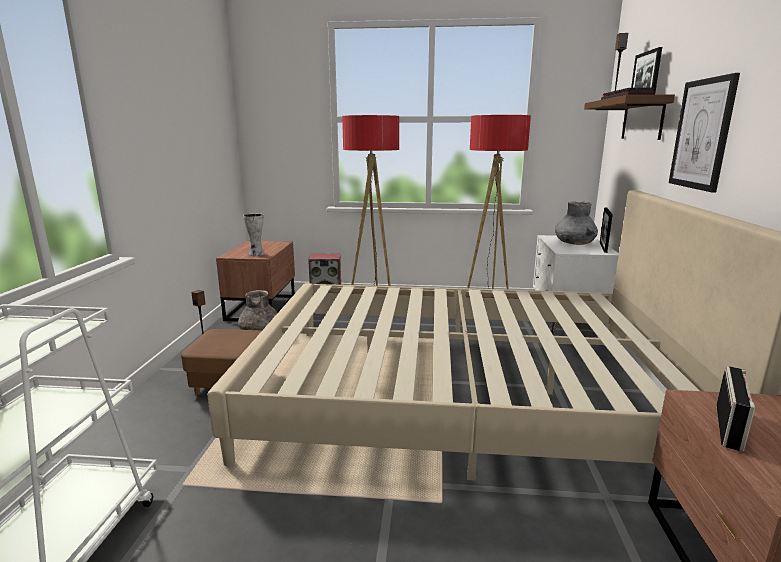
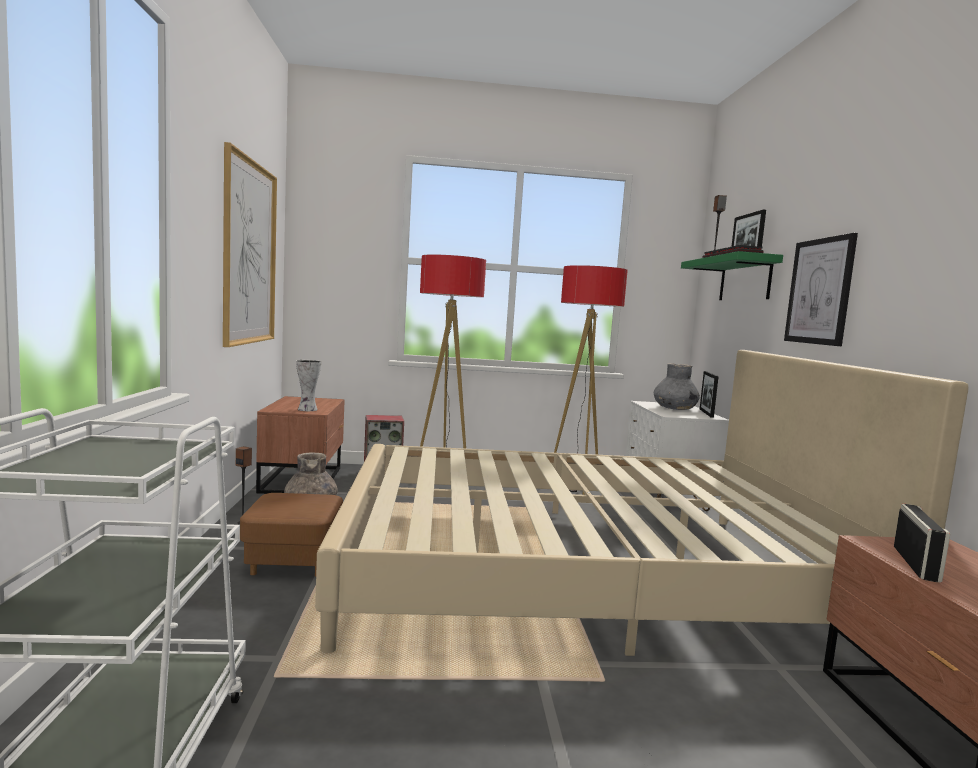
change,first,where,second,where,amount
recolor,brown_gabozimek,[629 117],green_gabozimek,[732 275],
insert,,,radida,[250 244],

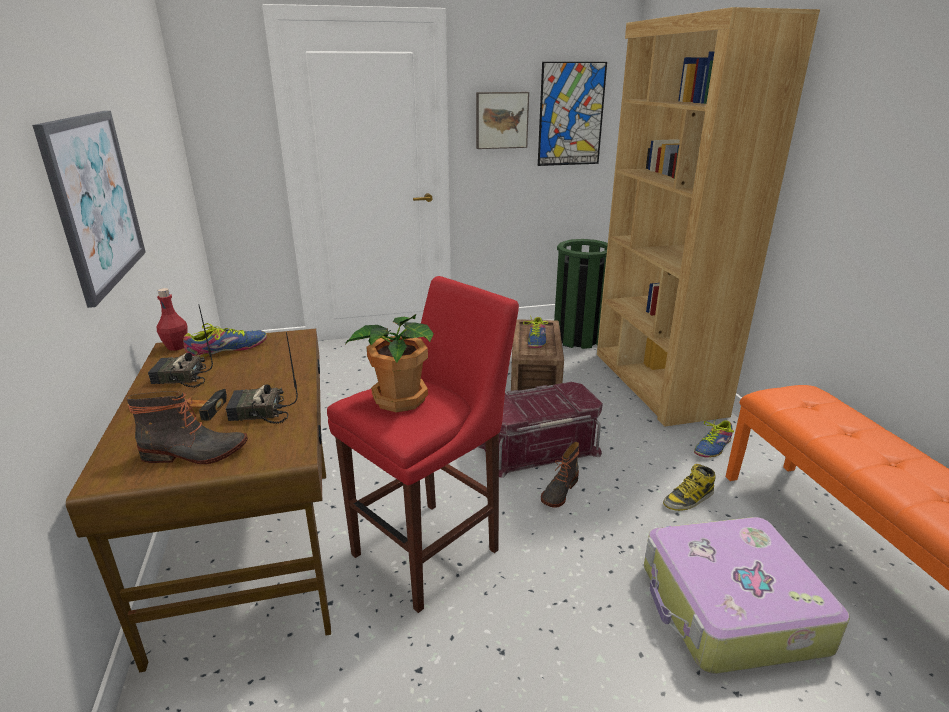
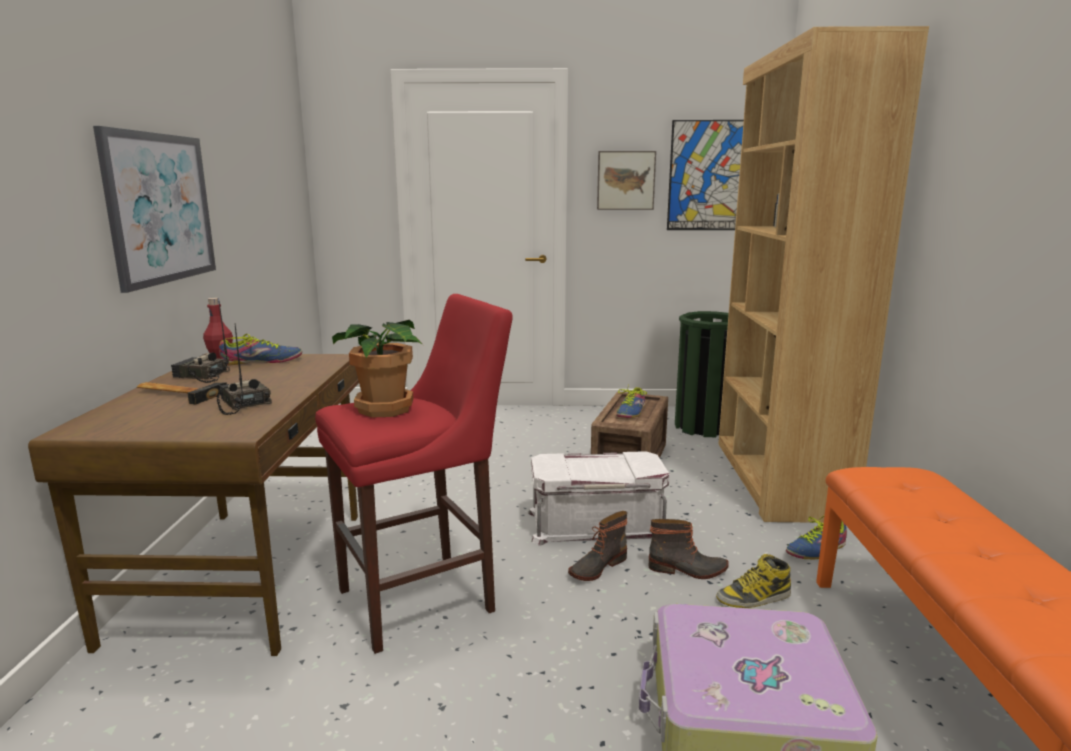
change,first,where,second,where,amount
rotate,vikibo,[262 378],,[244 370],45 degrees clockwise
recolor,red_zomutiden,[540 430],white_zomutiden,[599 498],
move,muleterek,[187 427],,[689 549],

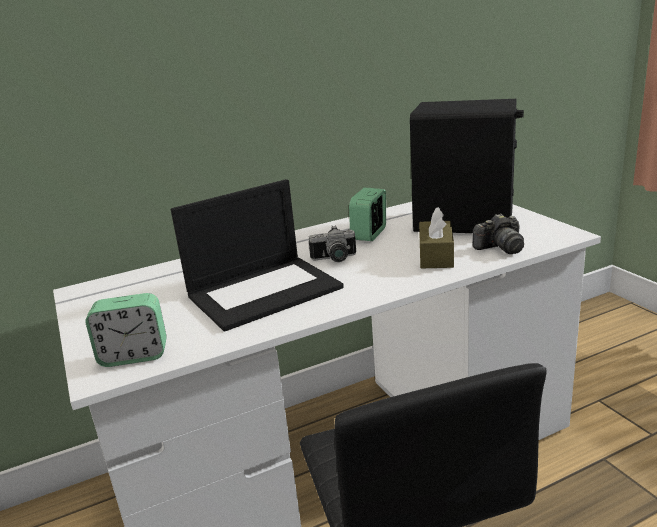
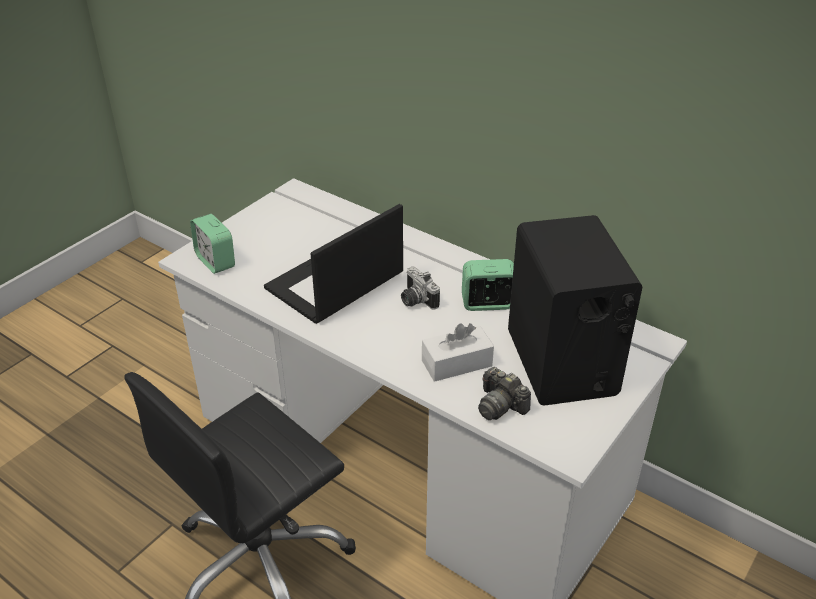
change,first,where,second,where,amount
rotate,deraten,[257 255],,[333 264],105 degrees clockwise
recolor,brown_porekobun,[436 238],white_porekobun,[458 352],

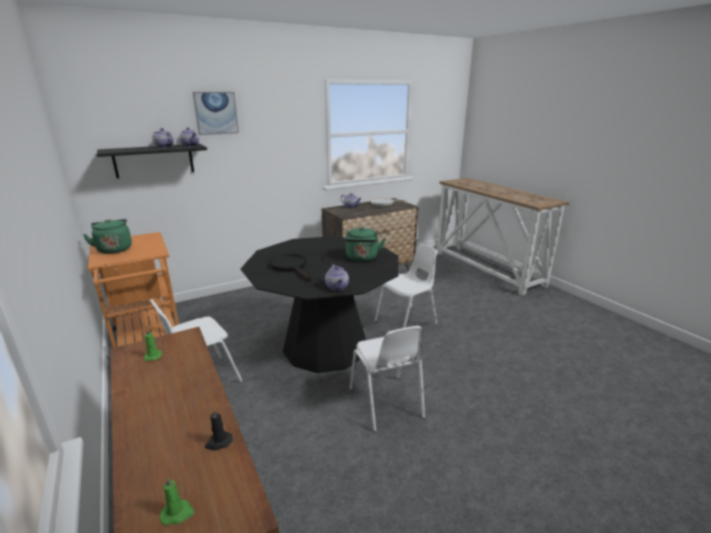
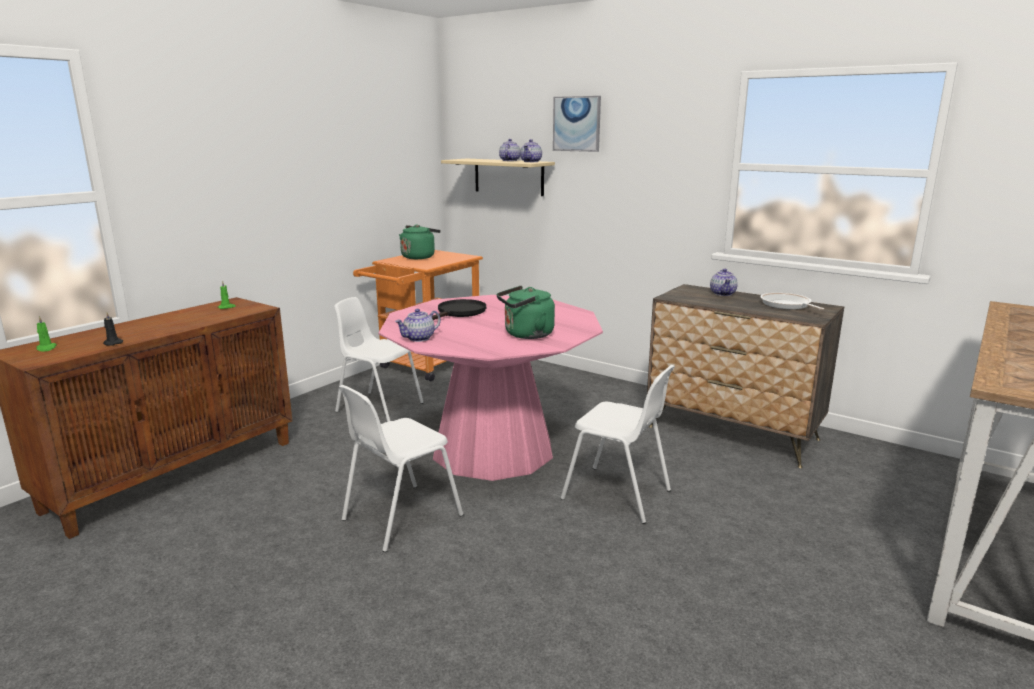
change,first,where,second,where,amount
recolor,black_gabozimek,[152 161],beige_gabozimek,[498 177],
recolor,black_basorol,[319 304],pink_basorol,[491 388],

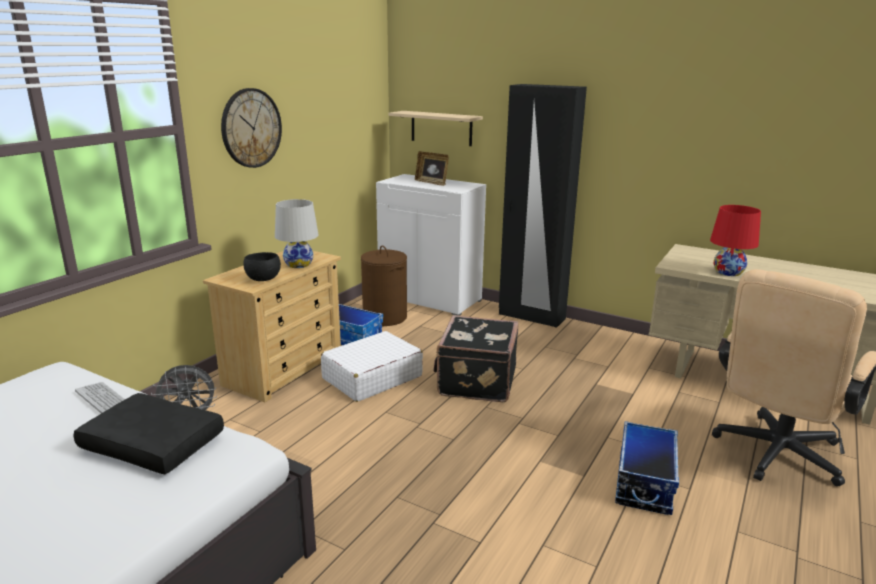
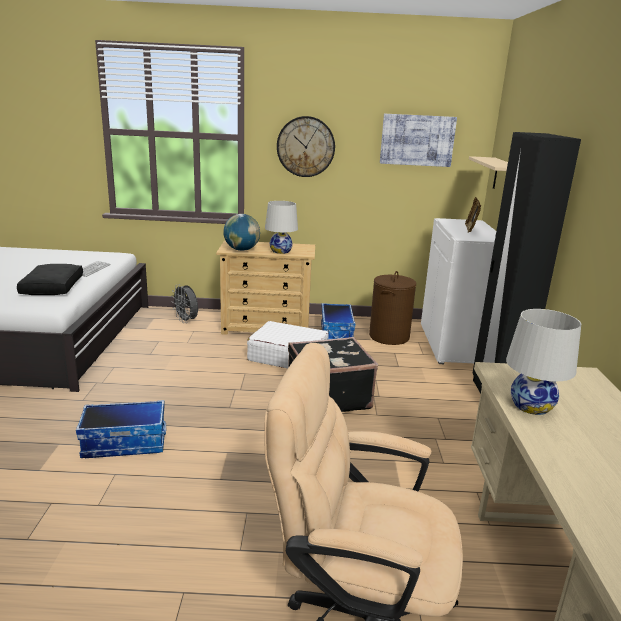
change,first,where,second,where,amount
recolor,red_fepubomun,[735 240],white_fepubomun,[543 362],
replace,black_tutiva,[262 266],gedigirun,[241 232],
move,zomutiden,[647 468],,[121 429],
insert,,,radida,[418 140],

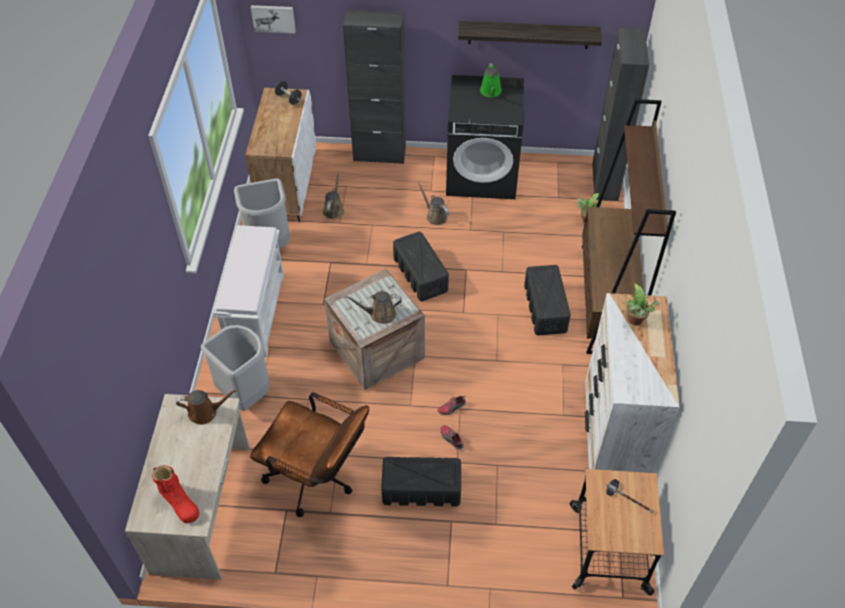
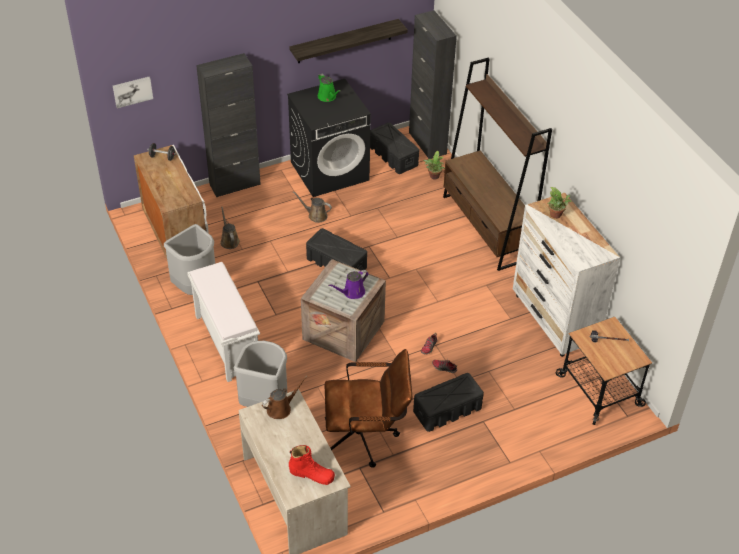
change,first,where,second,where,amount
move,black_zomutiden,[547 300],,[394 148],
recolor,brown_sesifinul,[373 307],purple_sesifinul,[348 284],

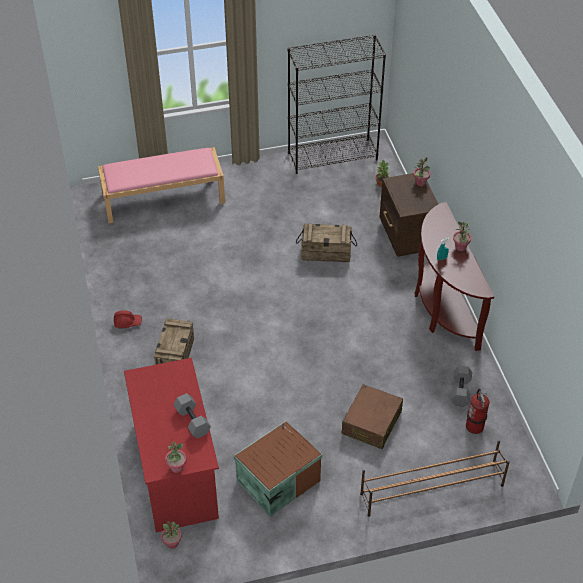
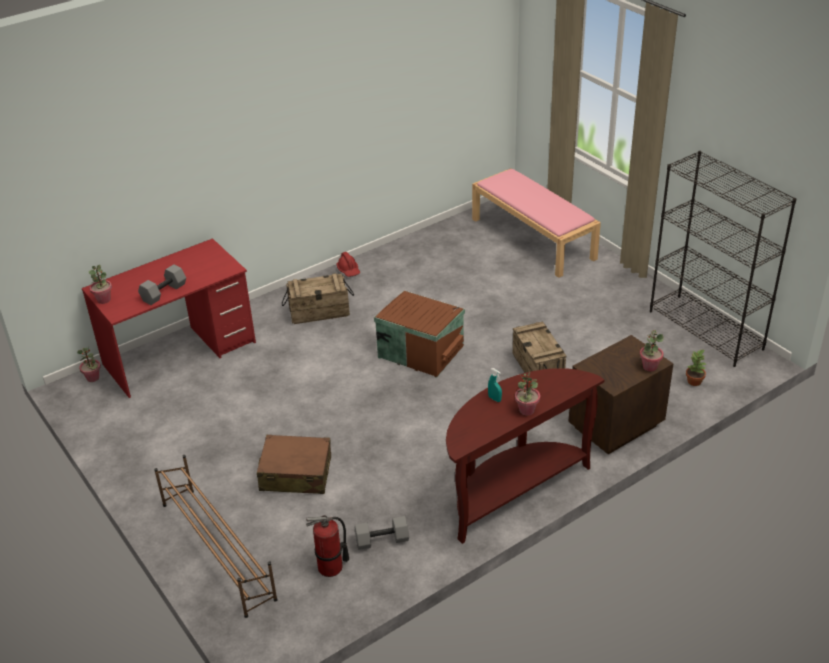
change,first,where,second,where,amount
move,brown_zomutiden,[278 469],,[419 334],

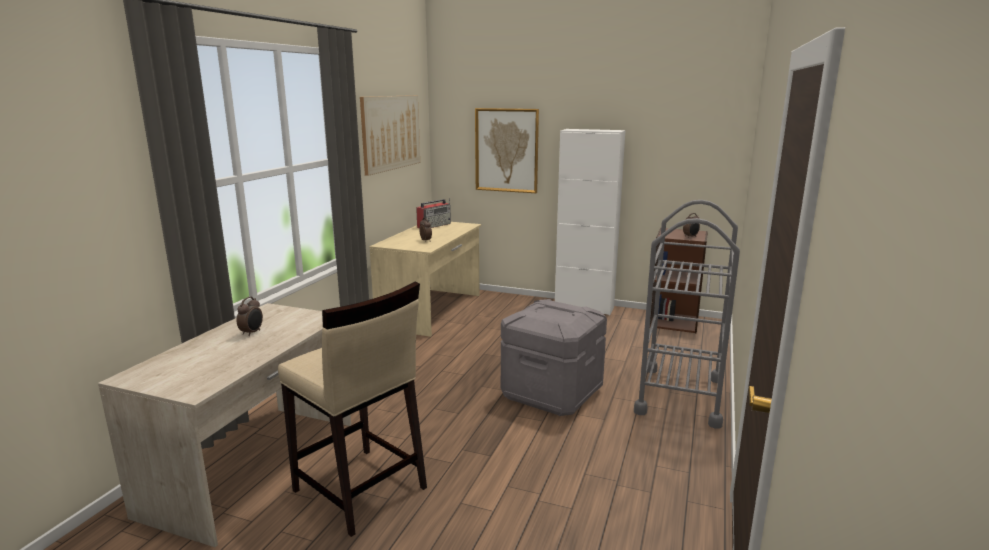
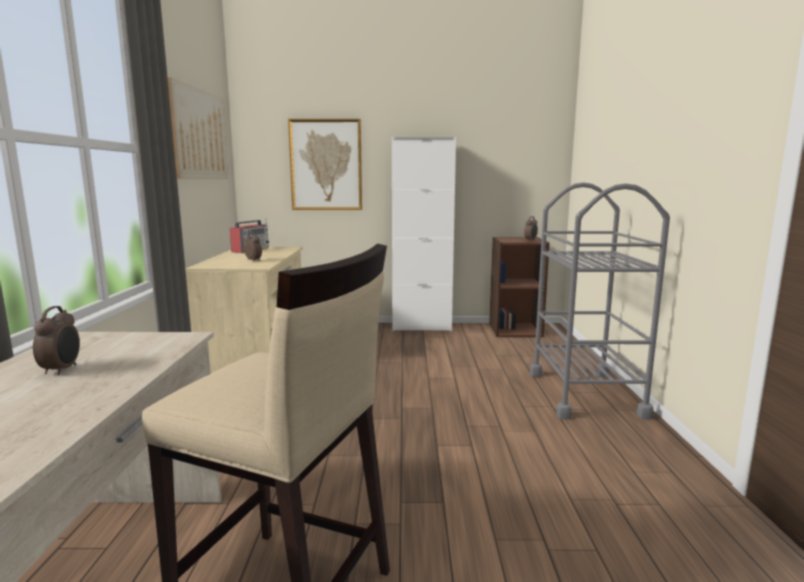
change,first,where,second,where,amount
delete,grey_zomutiden,[554 357],,,

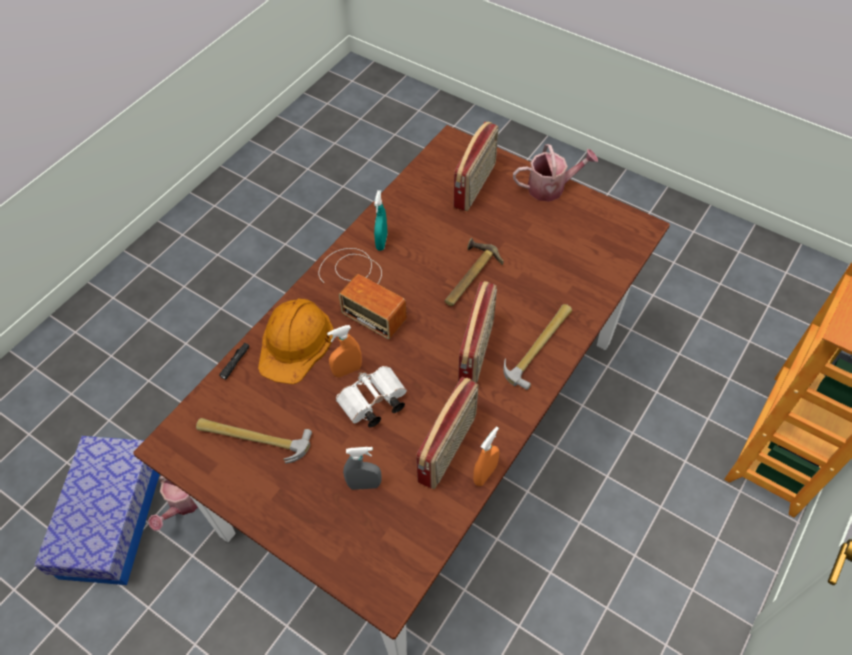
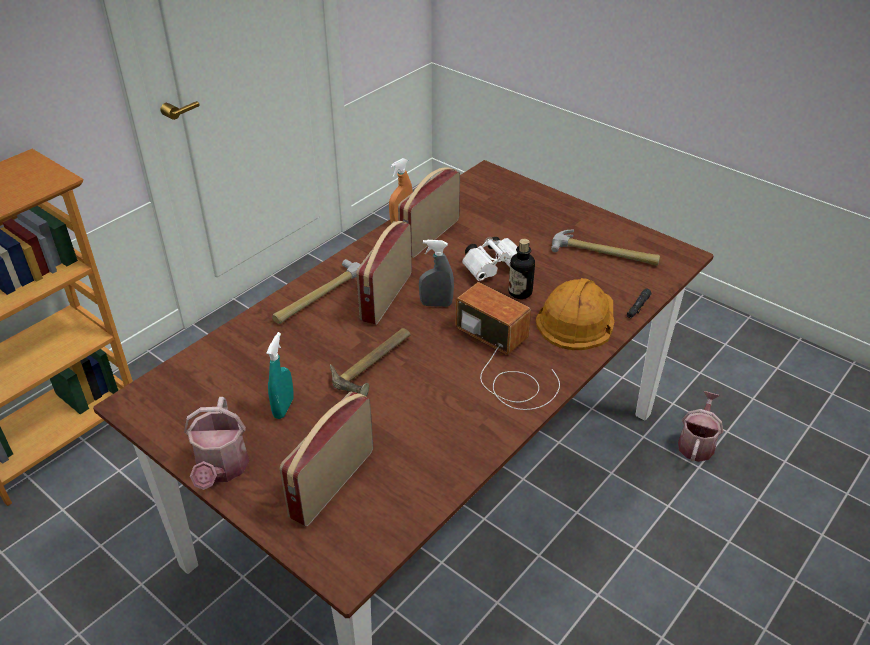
change,first,where,second,where,amount
rotate,sesifinul,[555 173],,[217 443],90 degrees counterclockwise
move,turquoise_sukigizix,[380 220],,[280 375],
replace,orange_sukigizix,[344 351],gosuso,[522 269],
delete,zomutiden,[97 510],,,
move,grey_sukigizix,[362 468],,[436 273],

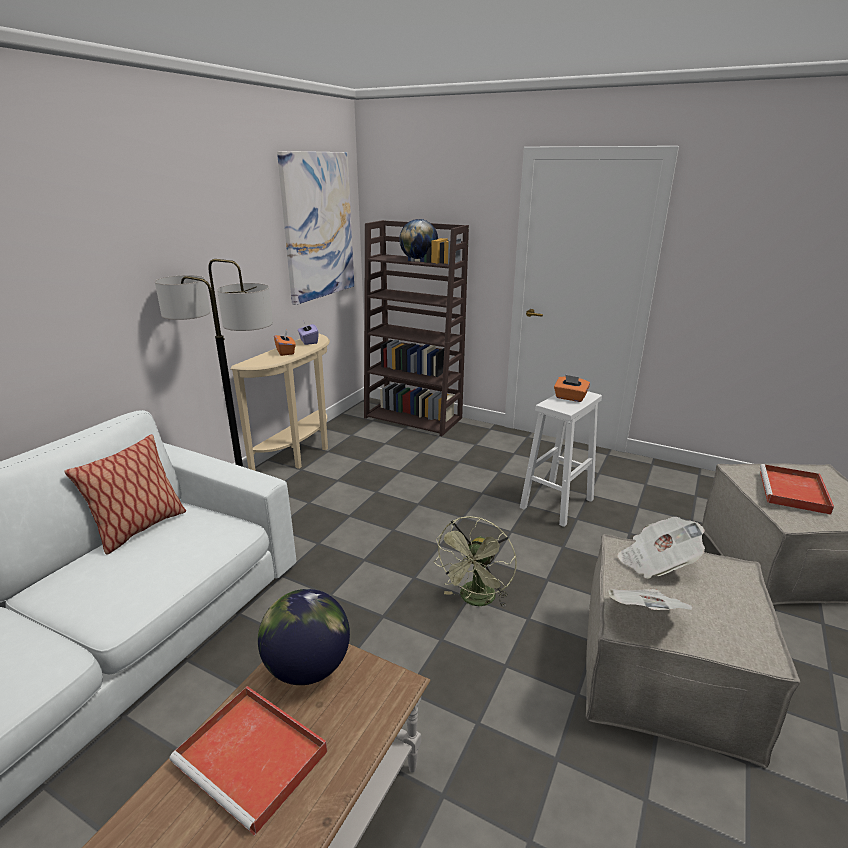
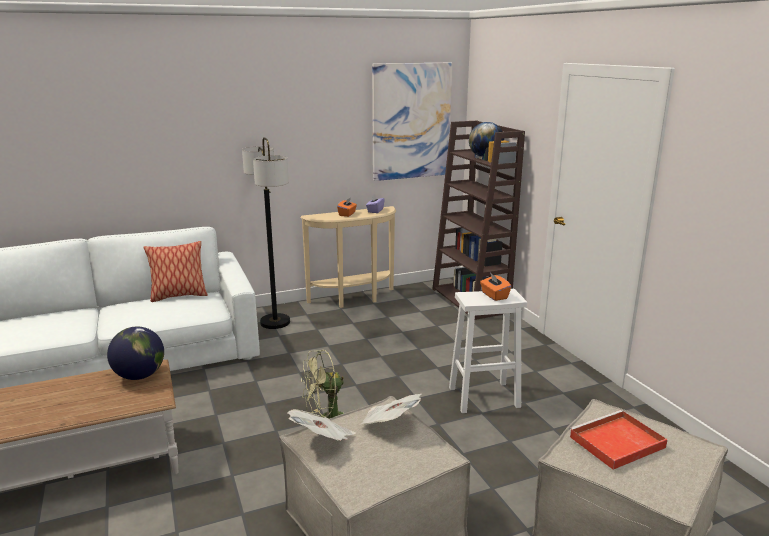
change,first,where,second,where,amount
delete,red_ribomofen,[248 761],,,

